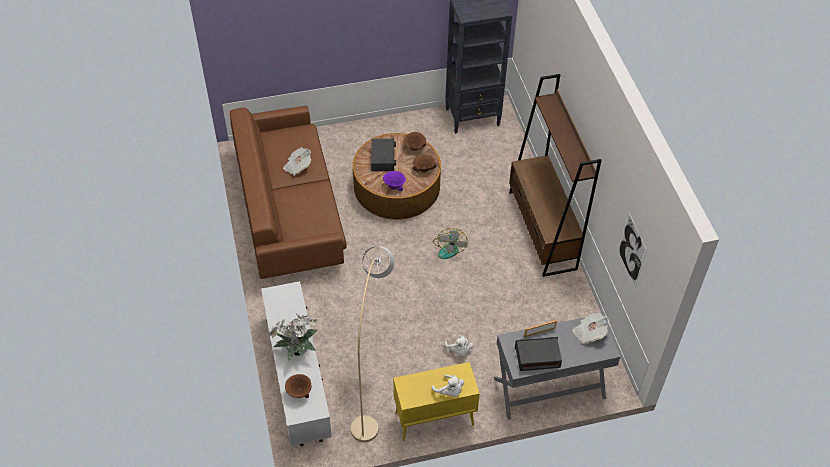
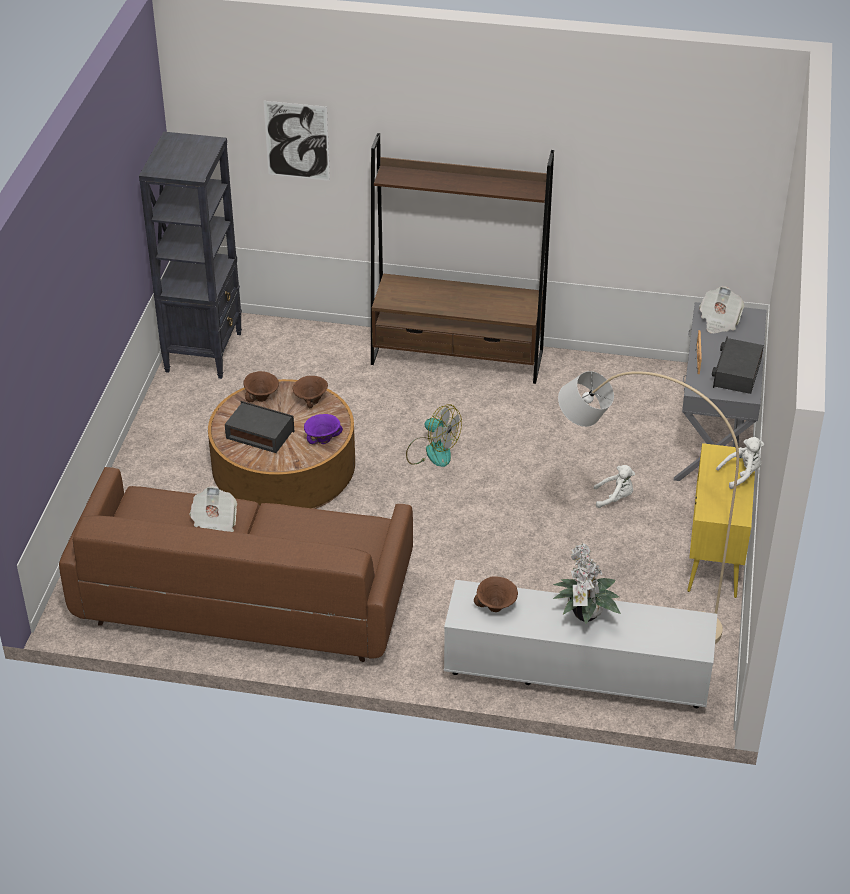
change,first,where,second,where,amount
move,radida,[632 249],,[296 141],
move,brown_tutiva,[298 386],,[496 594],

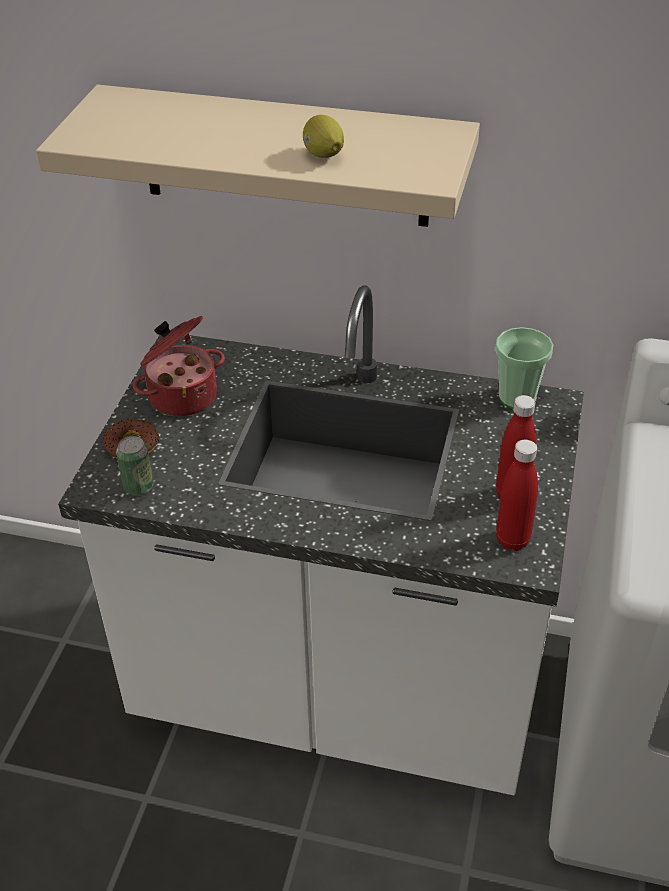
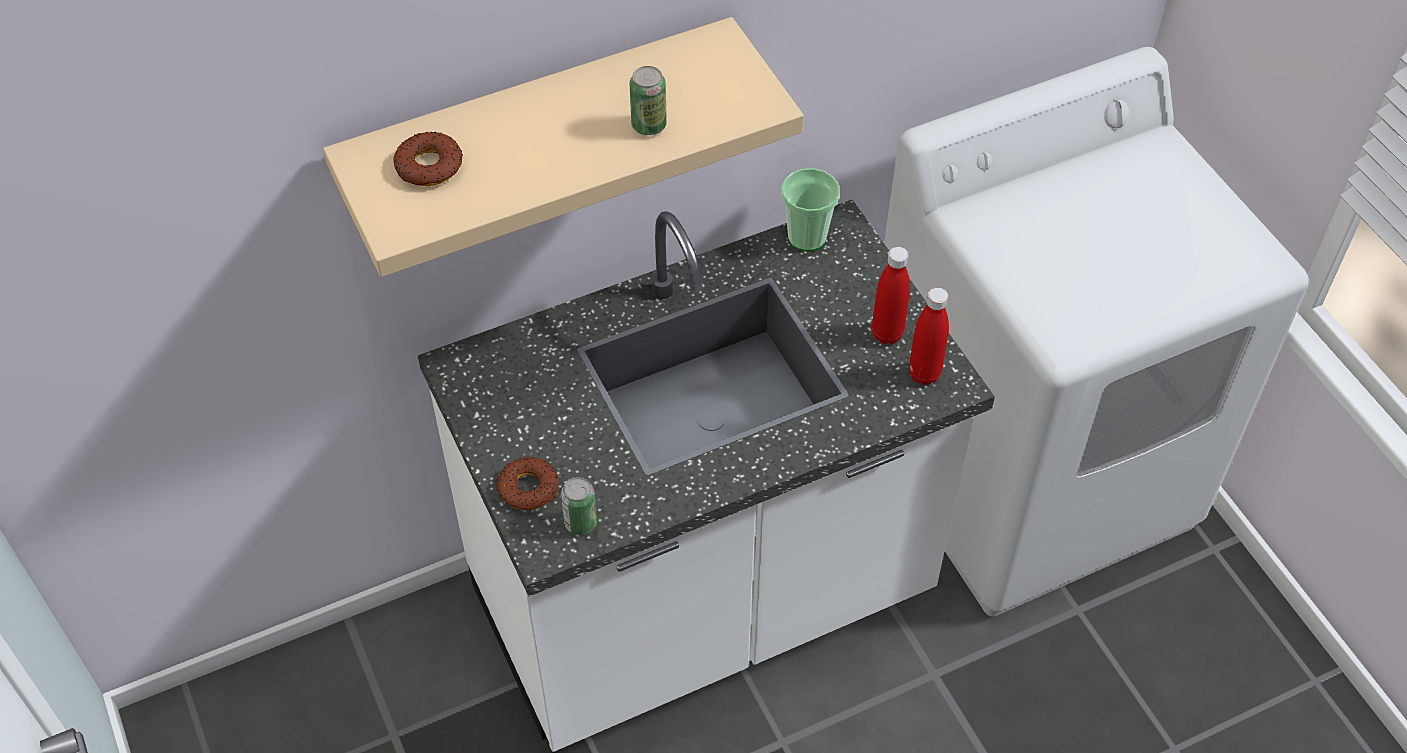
change,first,where,second,where,amount
replace,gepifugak,[323 136],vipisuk,[648 100],
delete,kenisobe,[179 366],,,
insert,,,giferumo,[428 158],

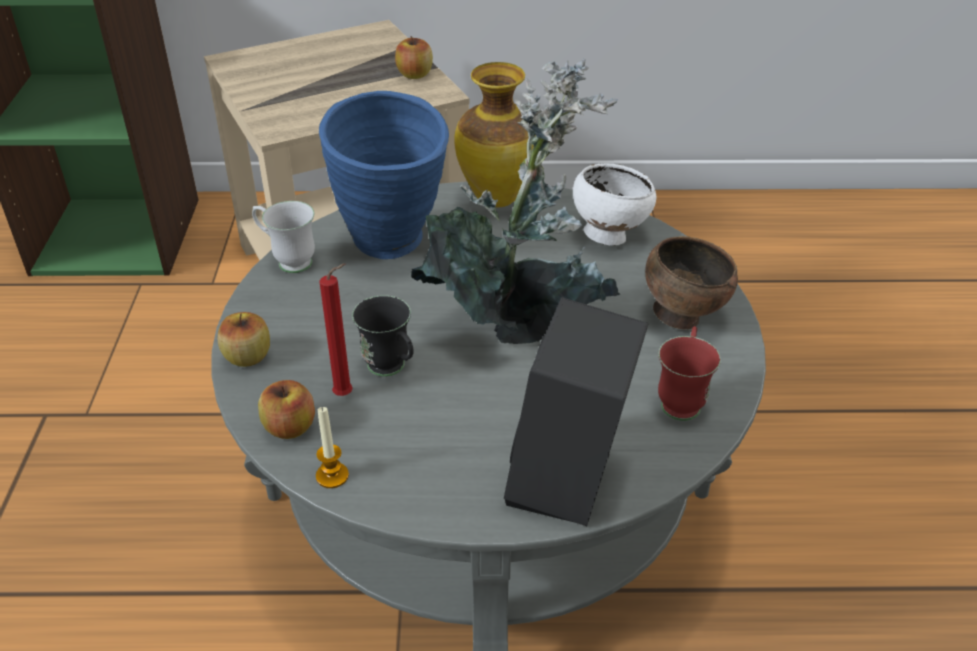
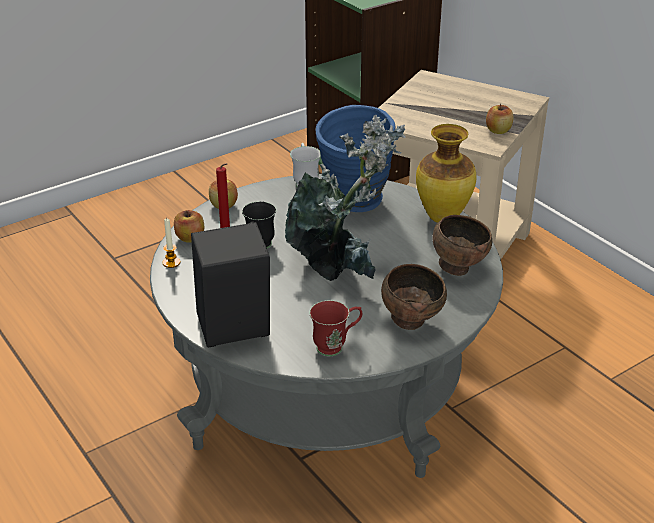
change,first,where,second,where,amount
recolor,white_tutiva,[614 205],brown_tutiva,[462 245],

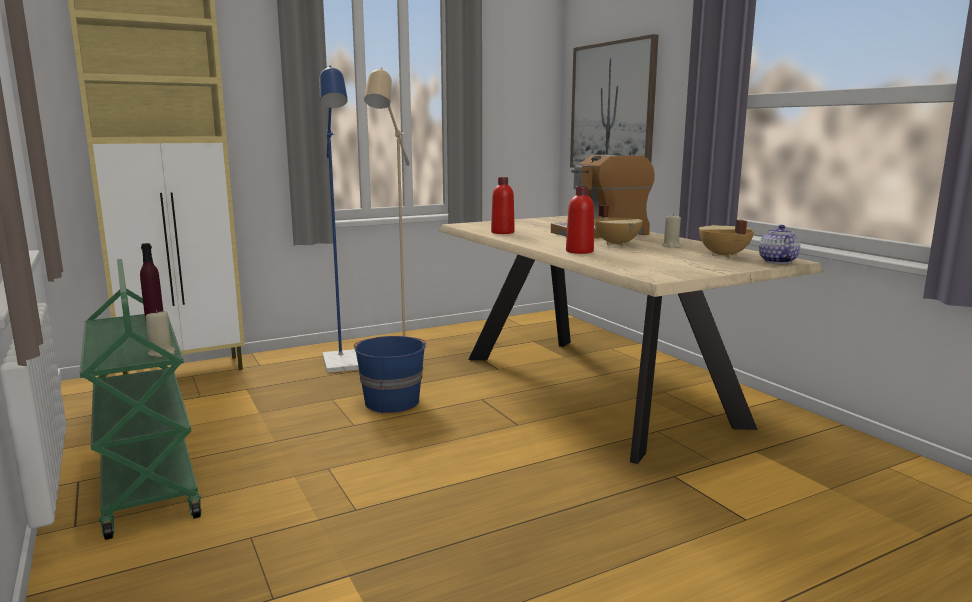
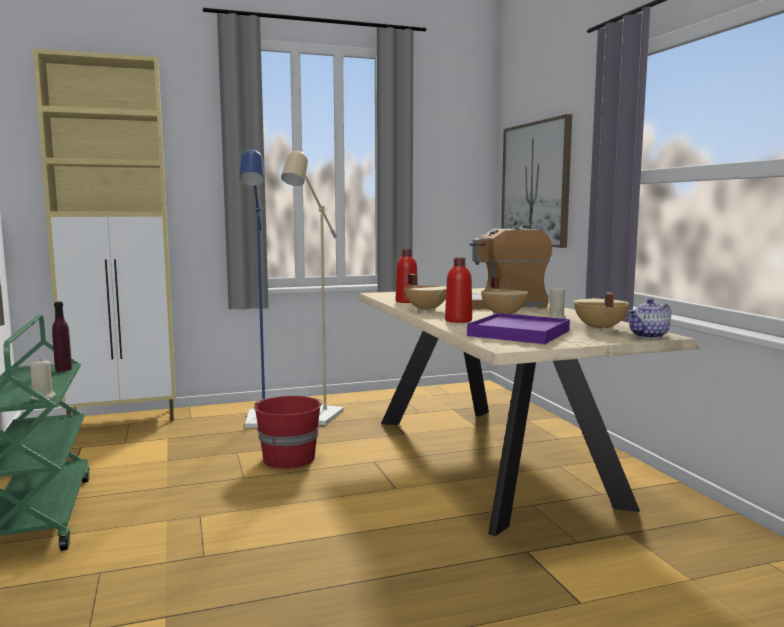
change,first,where,second,where,amount
rotate,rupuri,[779 244],,[649 318],135 degrees counterclockwise
recolor,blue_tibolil,[390 374],red_tibolil,[288 432],
insert,,,beige_kenisobe,[425 293],
insert,,,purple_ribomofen,[518 328],

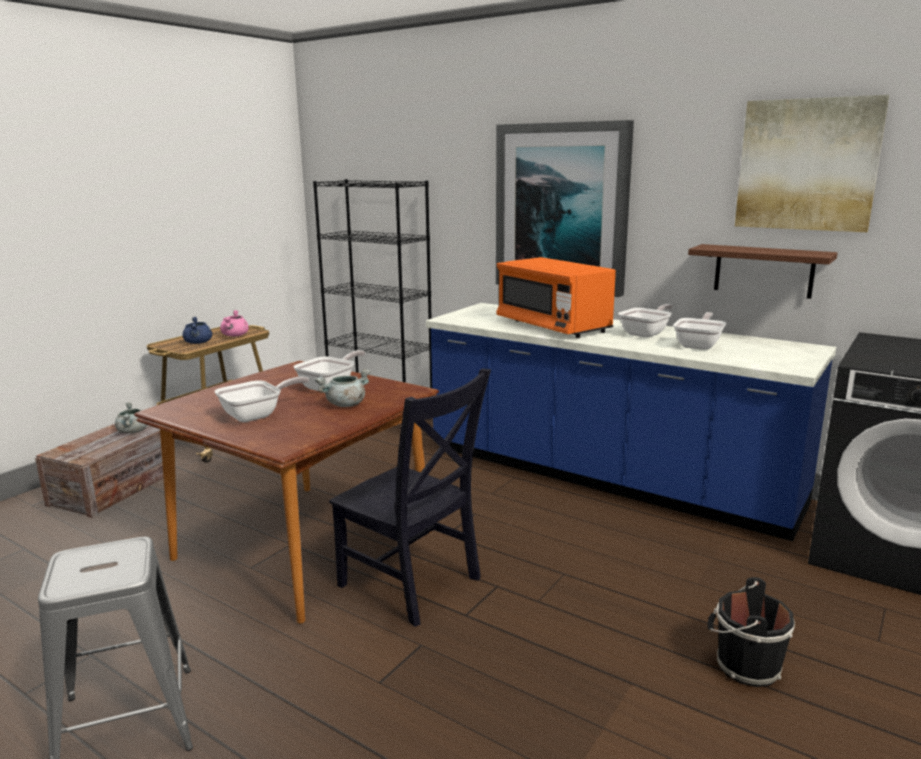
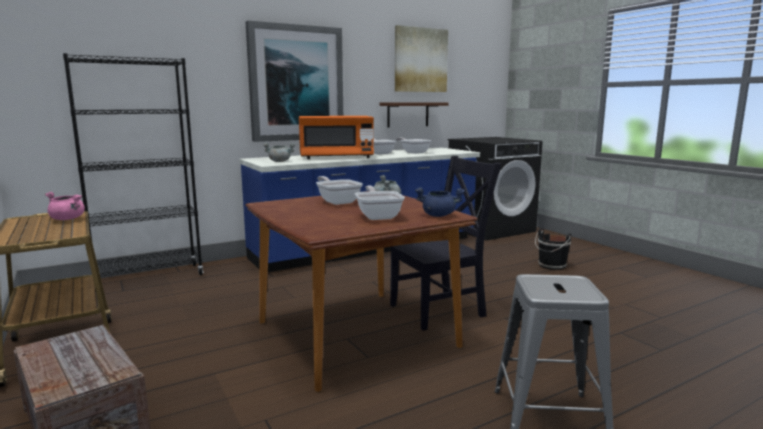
change,first,where,second,where,amount
move,blue_kenisobe,[197 330],,[440 202],
move,grey_kenisobe,[131 417],,[279 152],

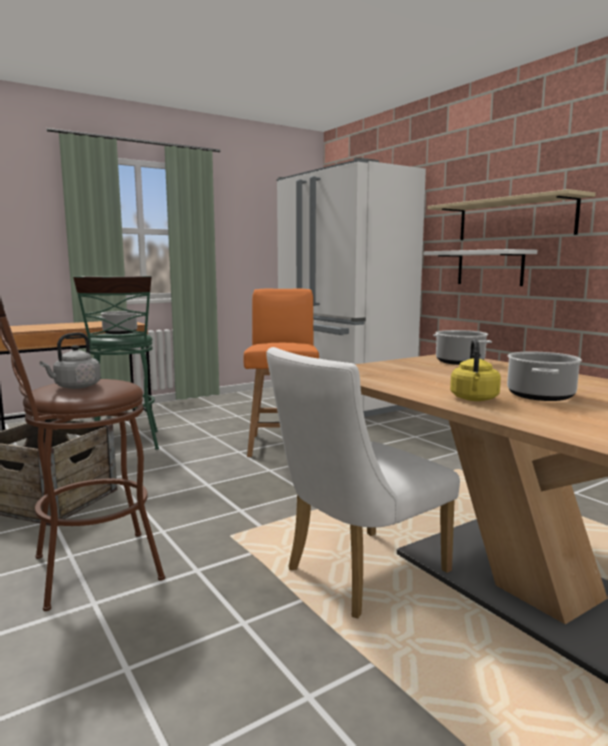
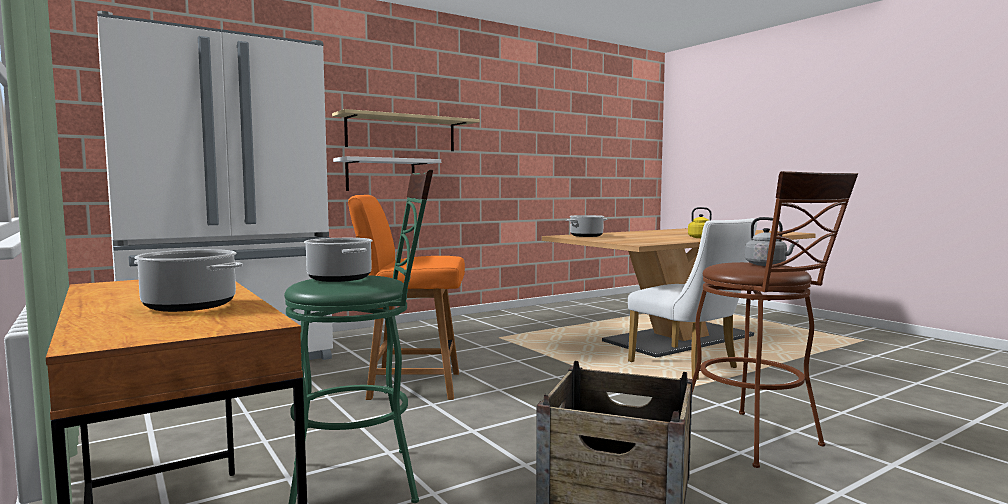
change,first,where,second,where,amount
move,kenisobe,[544 376],,[188 280],

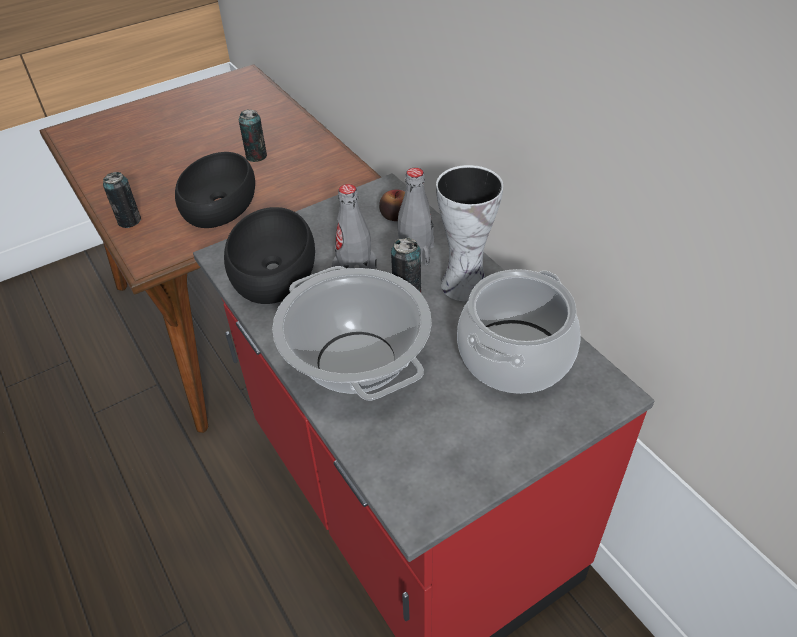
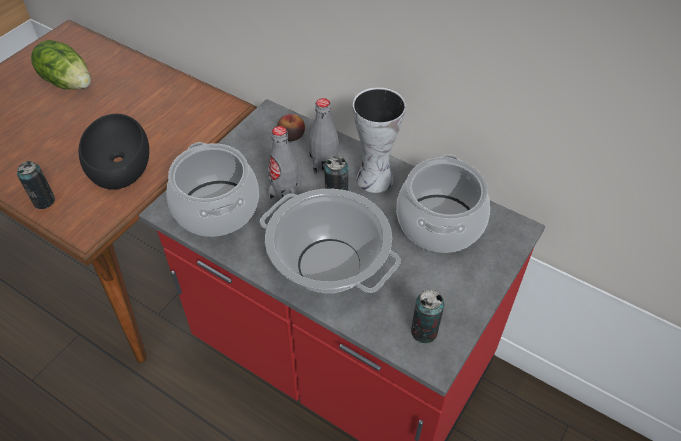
change,first,where,second,where,amount
move,vipisuk,[253 136],,[427 317],
replace,black_tutiva,[269 255],kenisobe,[212 189],
insert,,,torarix,[61 64],

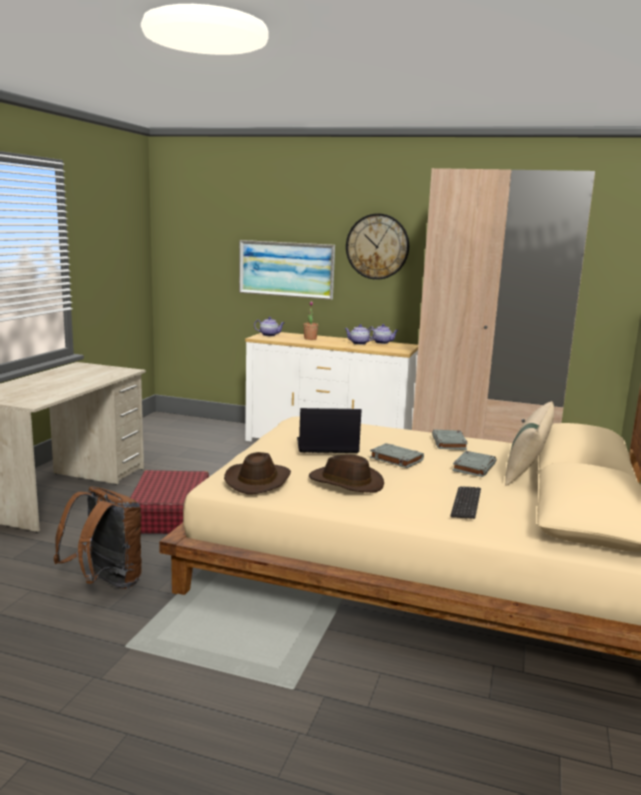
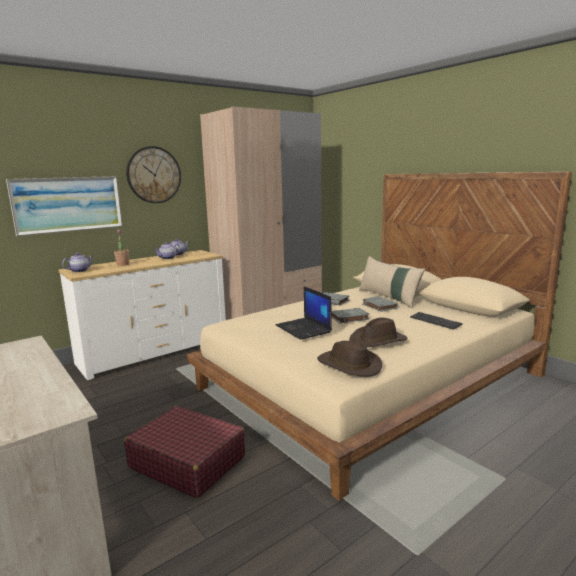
change,first,where,second,where,amount
rotate,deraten,[329 430],,[304 313],60 degrees counterclockwise
delete,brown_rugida,[98 538],,,

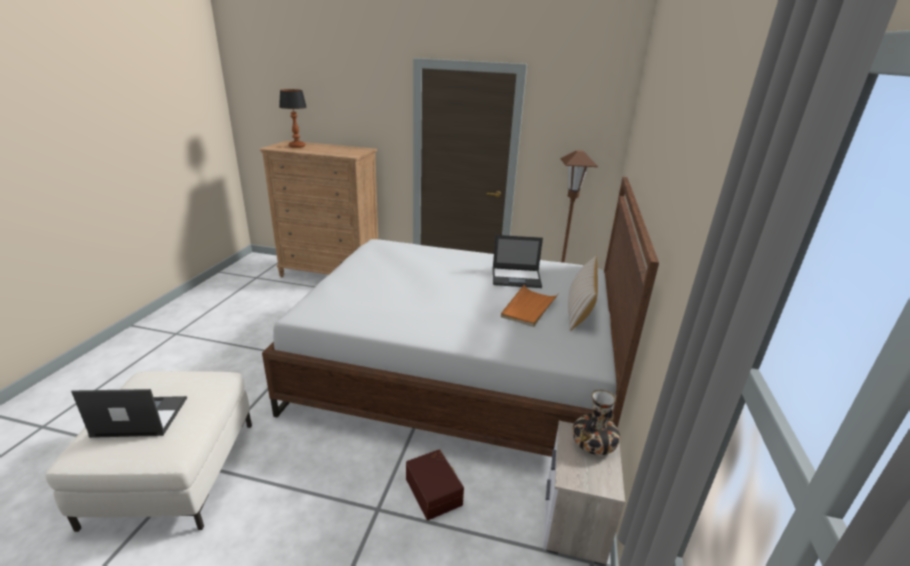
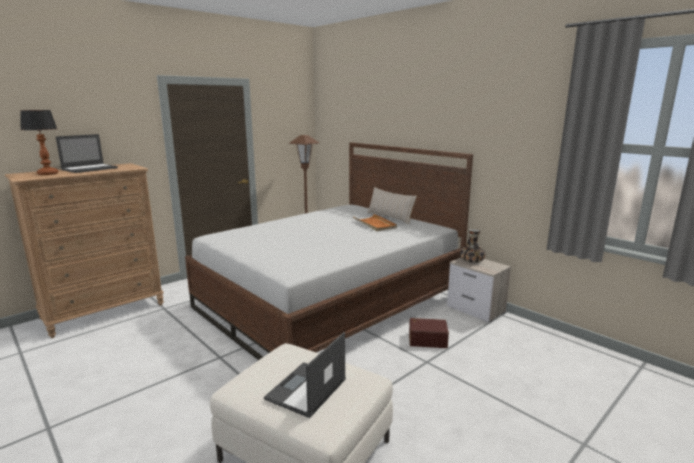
change,first,where,second,where,amount
move,deraten,[518 261],,[87 153],

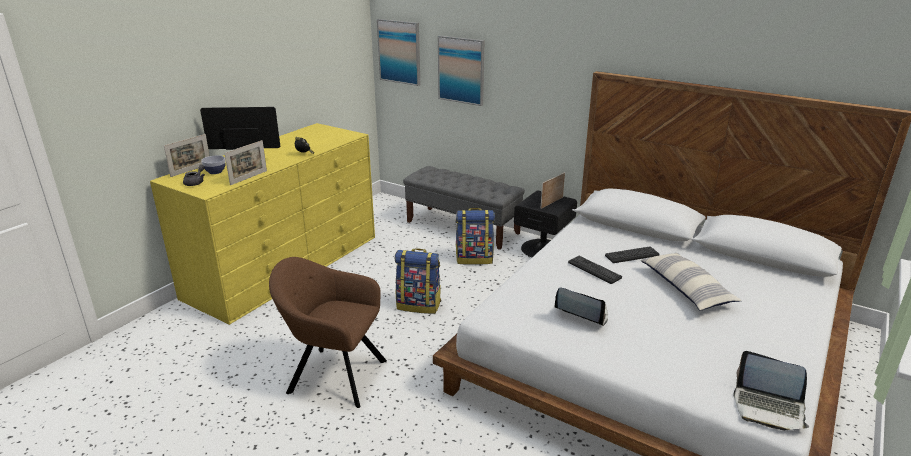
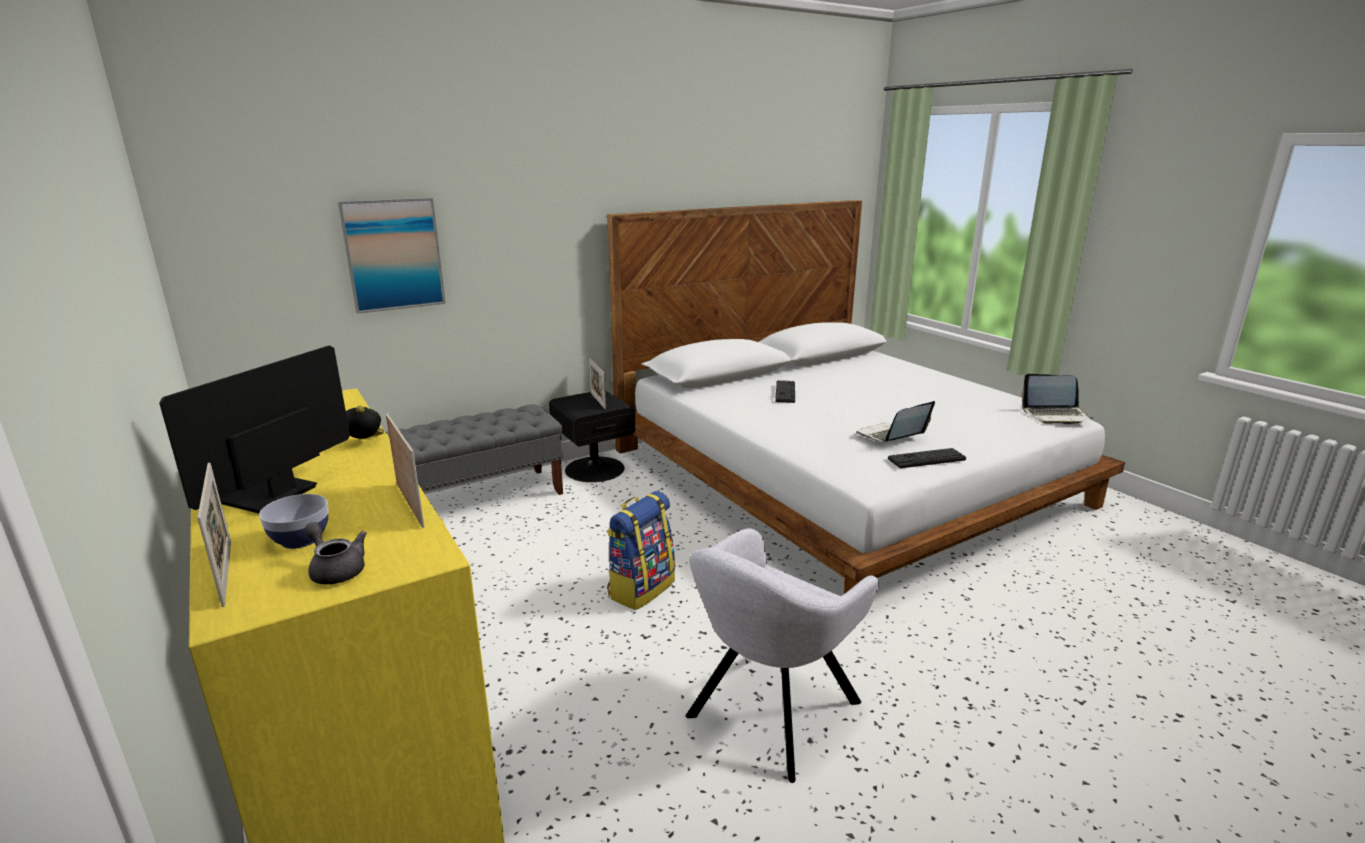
change,first,where,second,where,amount
delete,radida,[398 52],,,
delete,rugida,[475 236],,,
delete,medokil,[691 281],,,
move,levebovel,[595 270],,[927 458],
recolor,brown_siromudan,[328 332],grey_siromudan,[782 655],
rotate,deraten,[771 390],,[1058 399],45 degrees clockwise

